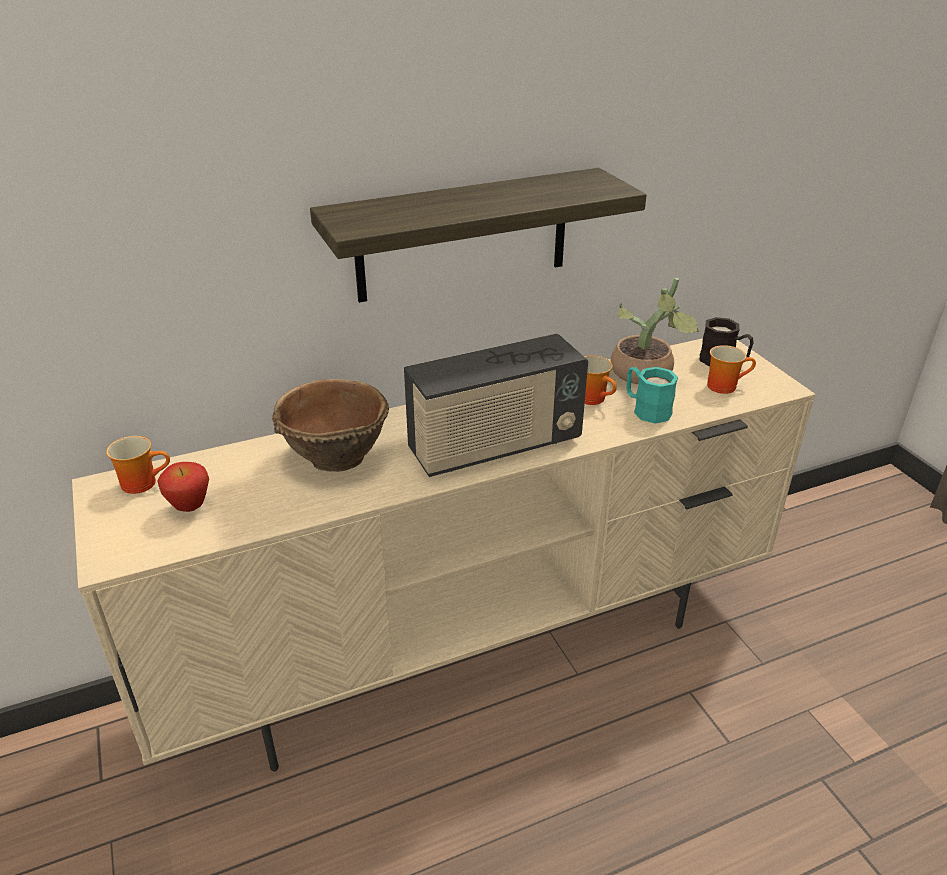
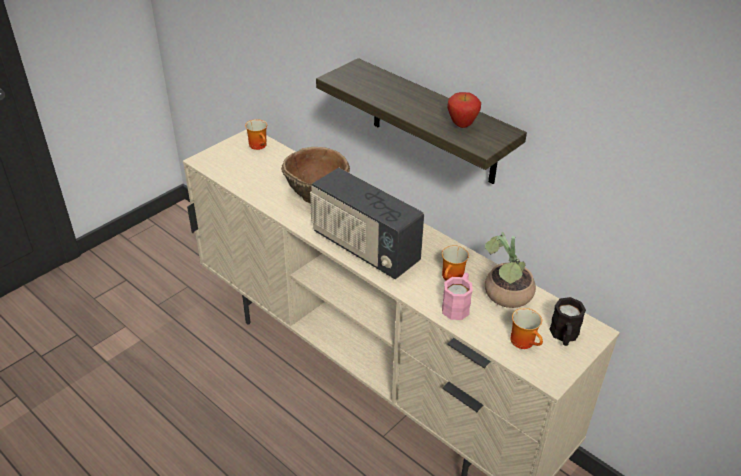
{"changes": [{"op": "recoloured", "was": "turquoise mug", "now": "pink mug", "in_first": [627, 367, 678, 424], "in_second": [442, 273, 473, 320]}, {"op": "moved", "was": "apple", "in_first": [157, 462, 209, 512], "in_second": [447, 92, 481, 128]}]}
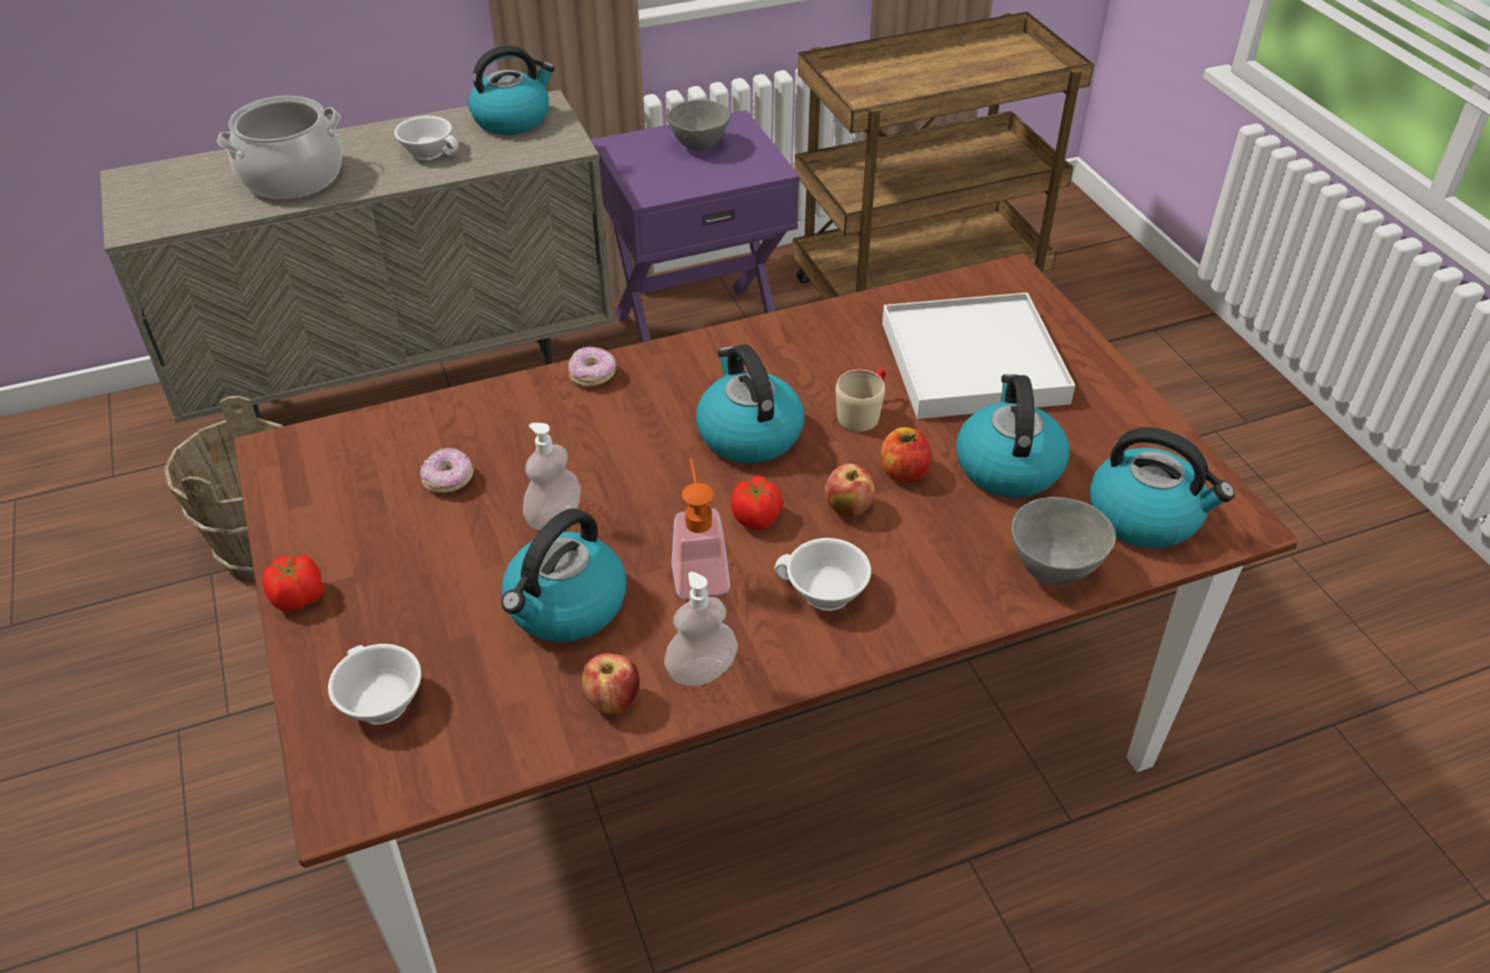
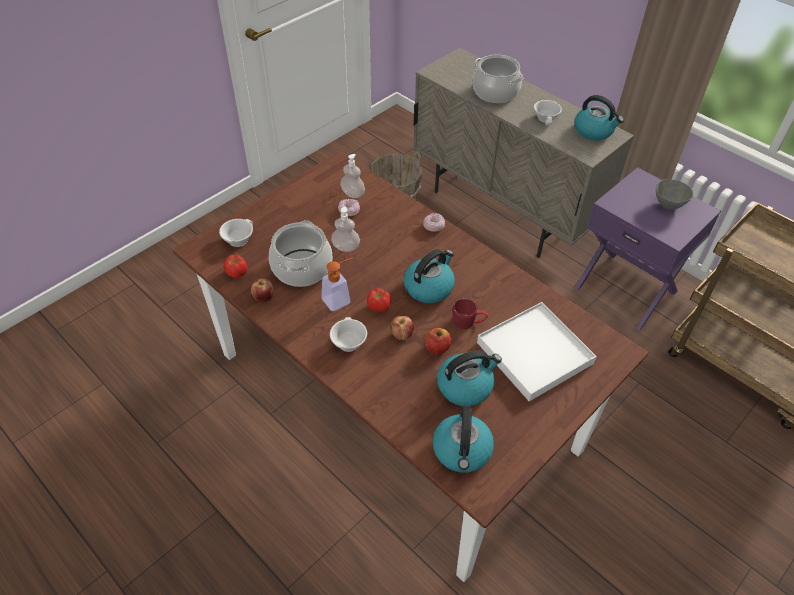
{"changes": [{"op": "moved", "was": "tomato", "in_first": [262, 554, 324, 611], "in_second": [223, 255, 248, 278]}, {"op": "replaced", "was": "kettle", "now": "cooking pot", "in_first": [501, 508, 626, 642], "in_second": [269, 220, 333, 287]}, {"op": "moved", "was": "soap dispenser", "in_first": [664, 572, 738, 686], "in_second": [340, 154, 365, 198]}, {"op": "recoloured", "was": "beige mug", "now": "red mug", "in_first": [836, 369, 886, 432], "in_second": [453, 298, 488, 329]}, {"op": "removed", "was": "grey bowl", "in_first": [1012, 497, 1116, 585]}]}
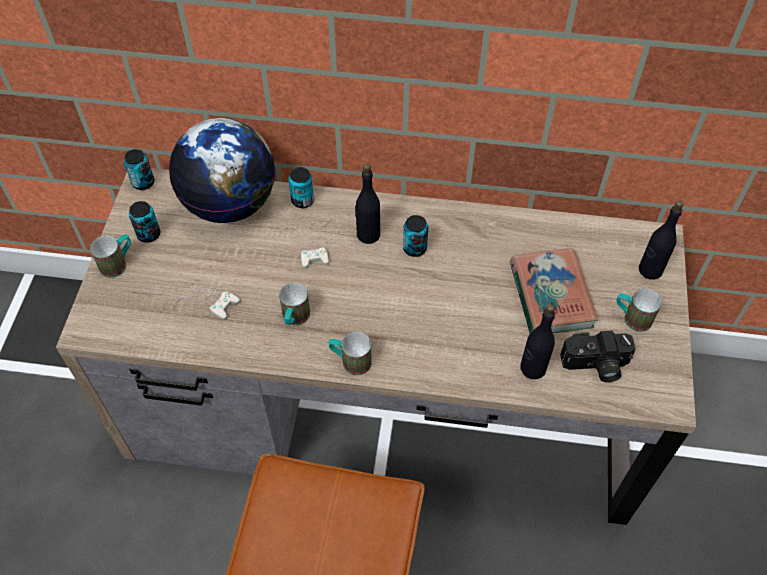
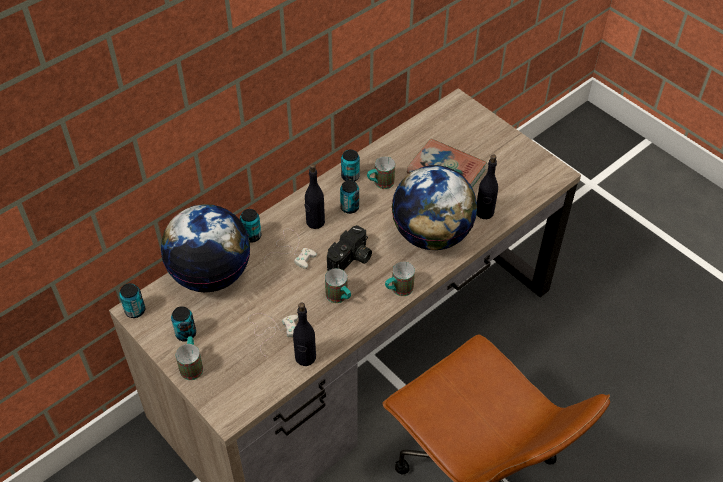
{"changes": [{"op": "moved", "was": "black bottle", "in_first": [639, 201, 684, 280], "in_second": [293, 303, 316, 366]}, {"op": "moved", "was": "photo camera", "in_first": [560, 331, 636, 382], "in_second": [327, 225, 372, 271]}, {"op": "added", "now": "can", "in_second": [341, 150, 360, 182]}, {"op": "moved", "was": "mug", "in_first": [616, 289, 662, 332], "in_second": [367, 157, 395, 189]}, {"op": "added", "now": "globe", "in_second": [391, 165, 477, 250]}]}
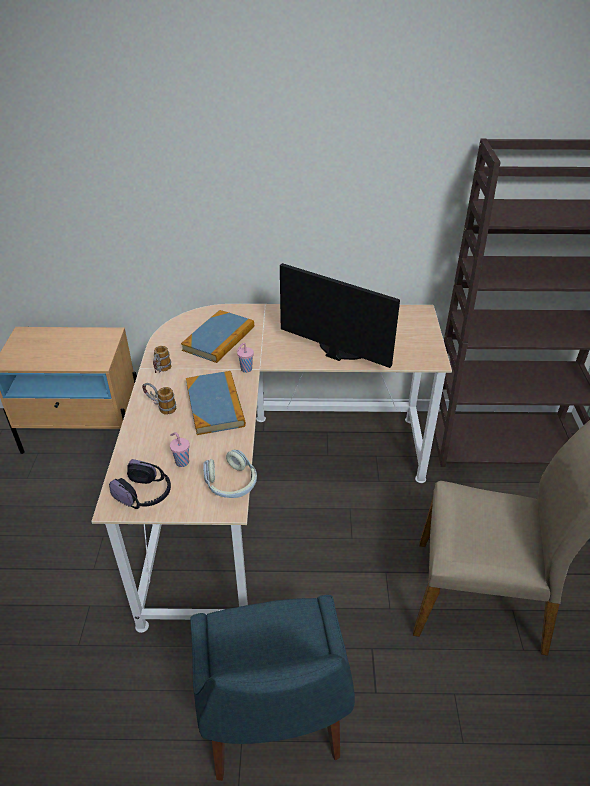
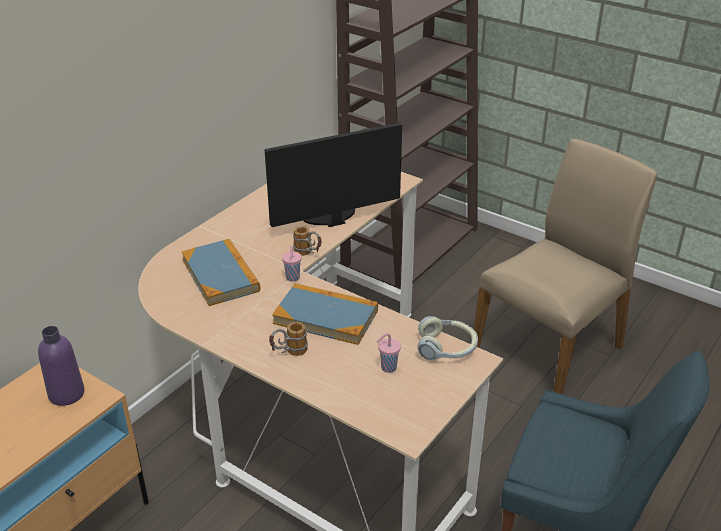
{"changes": [{"op": "added", "now": "purple bottle", "in_second": [38, 326, 85, 406]}, {"op": "moved", "was": "mug", "in_first": [153, 346, 171, 373], "in_second": [293, 226, 322, 256]}, {"op": "removed", "was": "headphones", "in_first": [109, 459, 171, 509]}]}
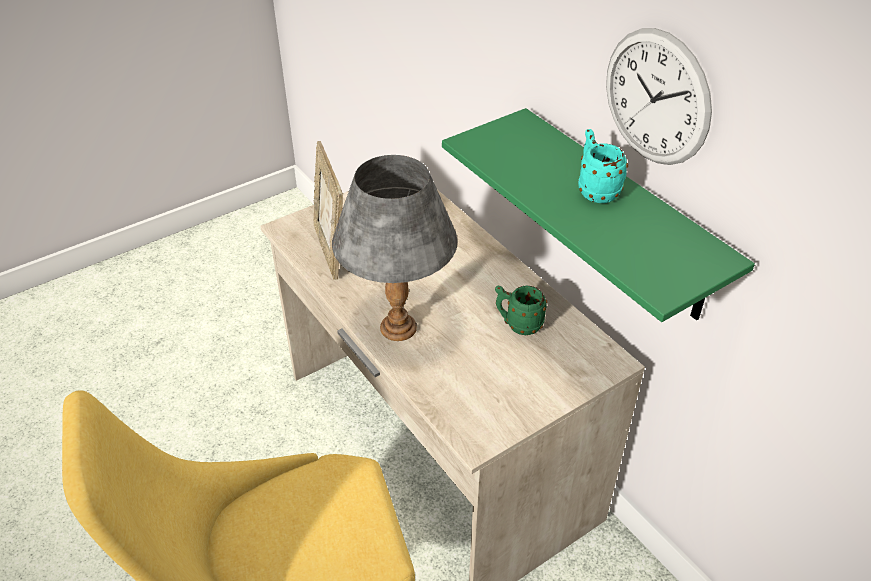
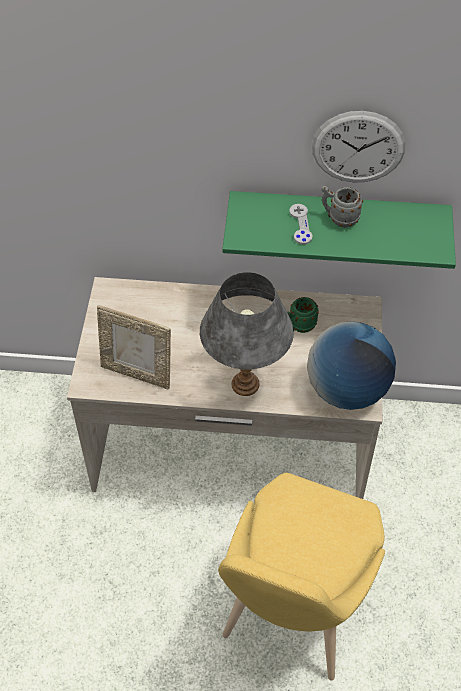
{"changes": [{"op": "added", "now": "grey game controller", "in_second": [289, 204, 313, 245]}, {"op": "added", "now": "globe", "in_second": [307, 321, 396, 410]}, {"op": "recoloured", "was": "turquoise mug", "now": "grey mug", "in_first": [578, 129, 628, 203], "in_second": [322, 186, 363, 228]}]}
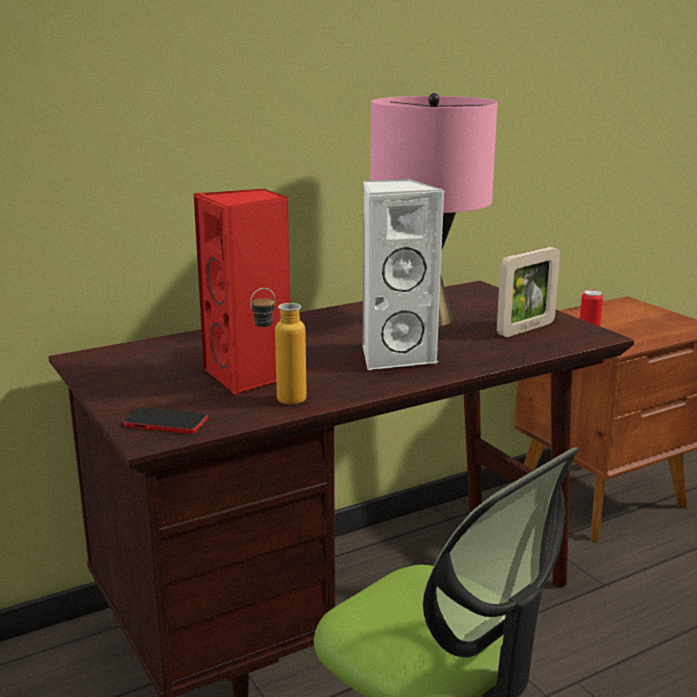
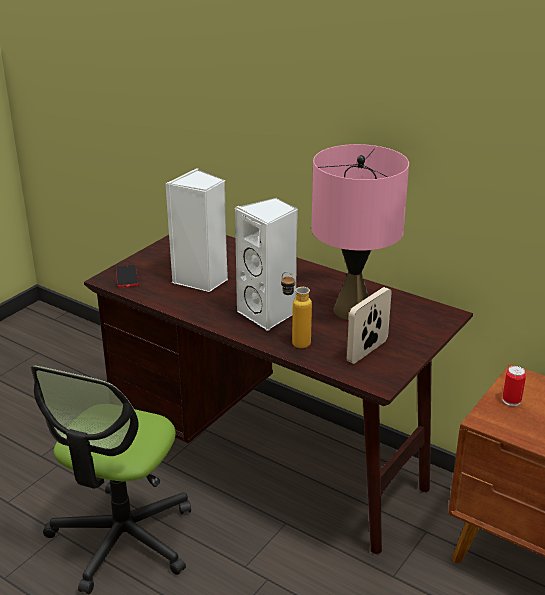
{"changes": [{"op": "recoloured", "was": "red speaker", "now": "white speaker", "in_first": [194, 189, 291, 395], "in_second": [165, 168, 228, 292]}, {"op": "moved", "was": "bottle", "in_first": [250, 288, 307, 405], "in_second": [281, 272, 312, 348]}, {"op": "turned", "was": "picture frame", "in_first": [497, 247, 560, 337], "in_second": [347, 287, 392, 364], "clockwise": 105}]}
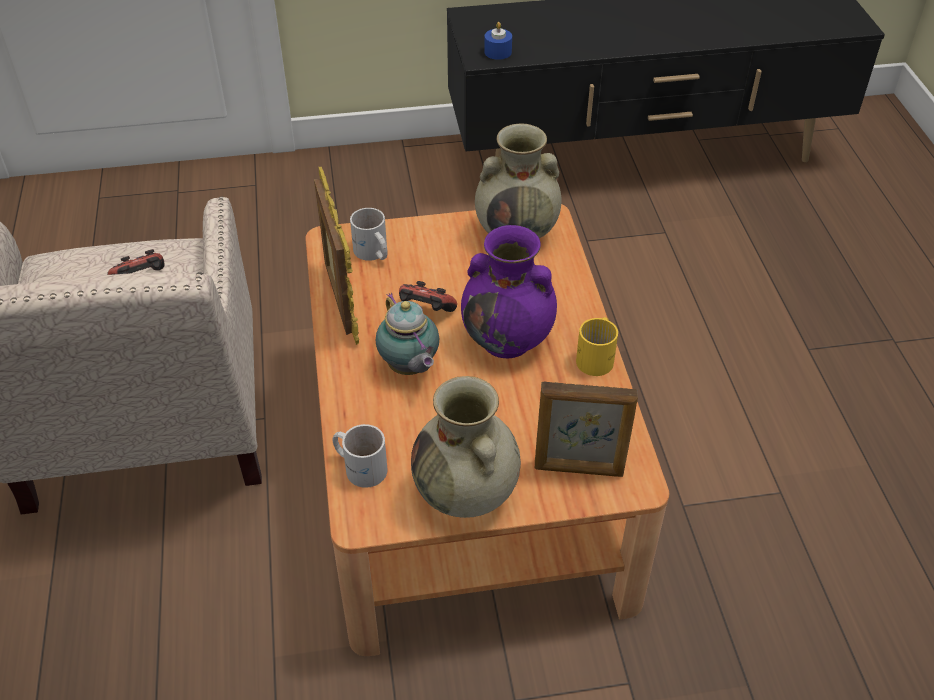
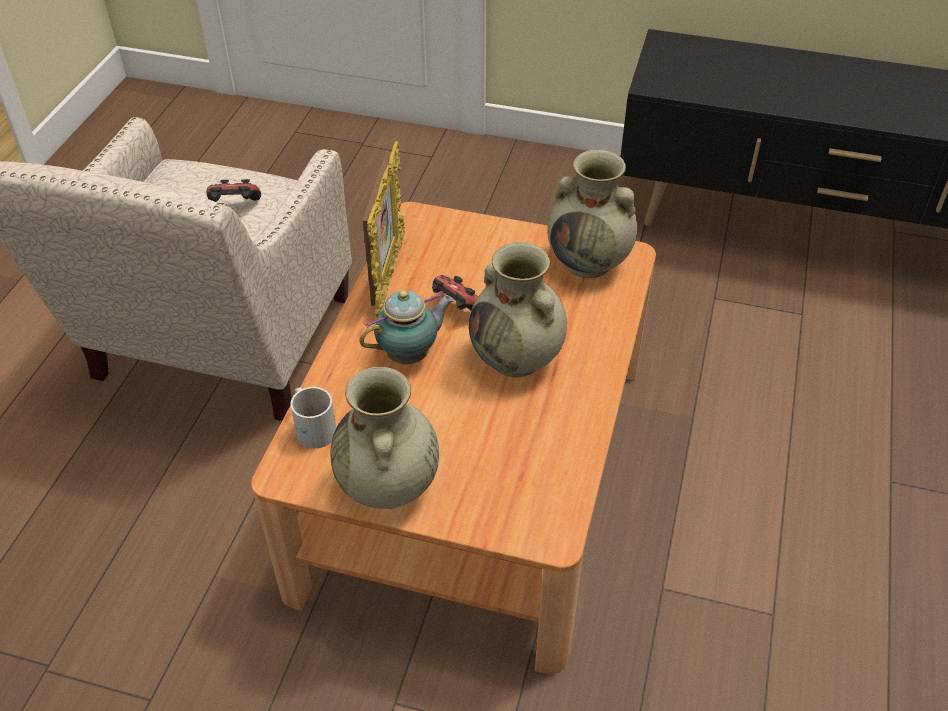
{"changes": [{"op": "turned", "was": "teapot", "in_first": [376, 293, 439, 375], "in_second": [359, 290, 454, 364], "clockwise": -120}, {"op": "recoloured", "was": "purple vase", "now": "beige vase", "in_first": [461, 225, 557, 358], "in_second": [469, 242, 567, 377]}, {"op": "removed", "was": "white mug", "in_first": [350, 208, 387, 261]}, {"op": "removed", "was": "blue candle", "in_first": [484, 22, 512, 60]}, {"op": "removed", "was": "picture frame", "in_first": [535, 381, 638, 477]}, {"op": "removed", "was": "yellow mug", "in_first": [576, 317, 618, 376]}]}
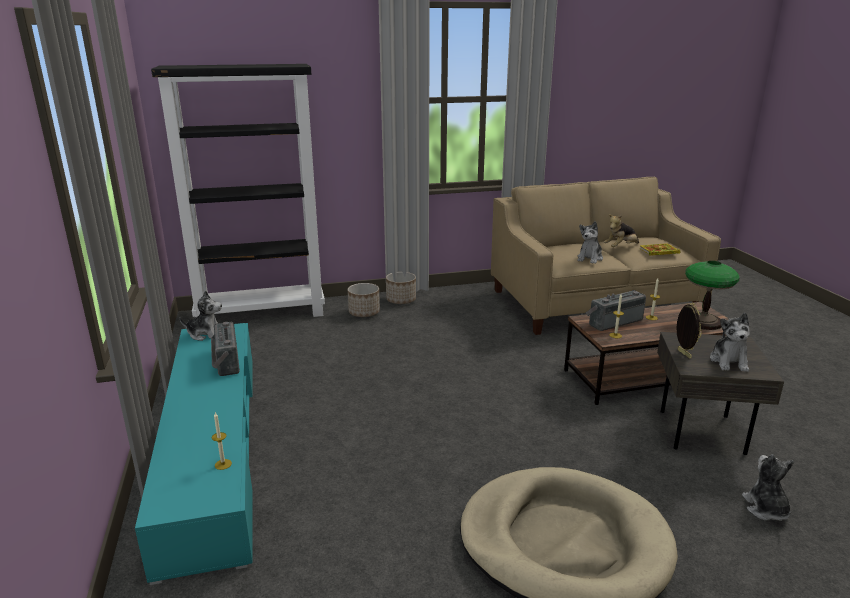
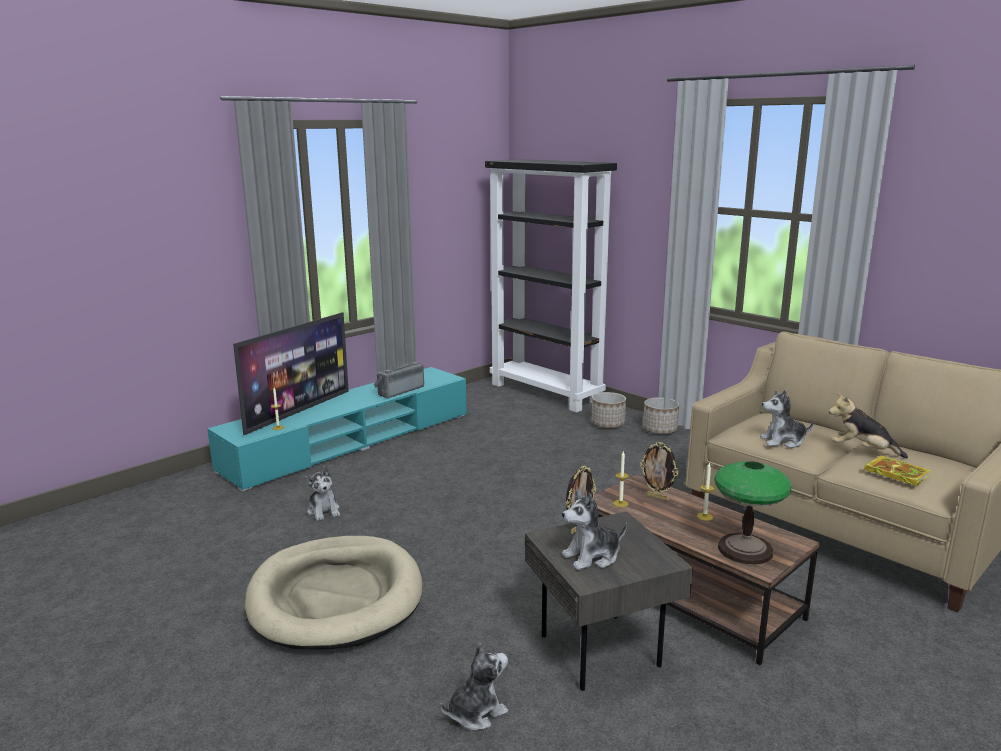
{"changes": [{"op": "added", "now": "television", "in_second": [233, 312, 349, 435]}, {"op": "moved", "was": "plush toy", "in_first": [180, 290, 222, 341], "in_second": [305, 466, 340, 521]}, {"op": "replaced", "was": "radio", "now": "picture frame", "in_first": [586, 290, 646, 331], "in_second": [640, 442, 679, 501]}]}
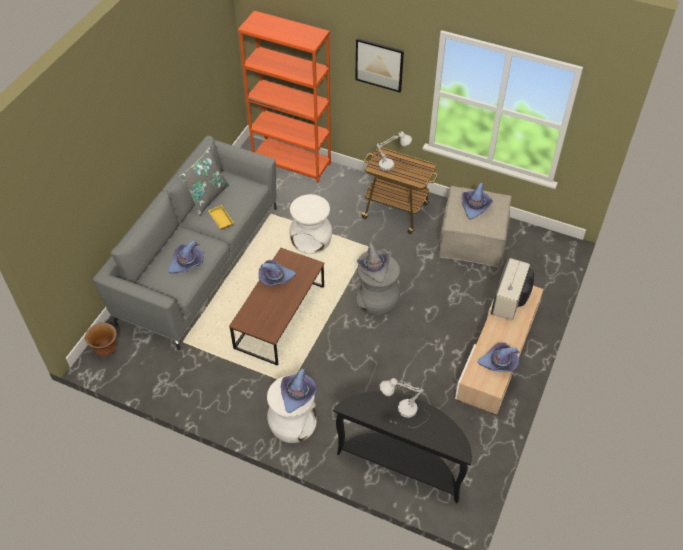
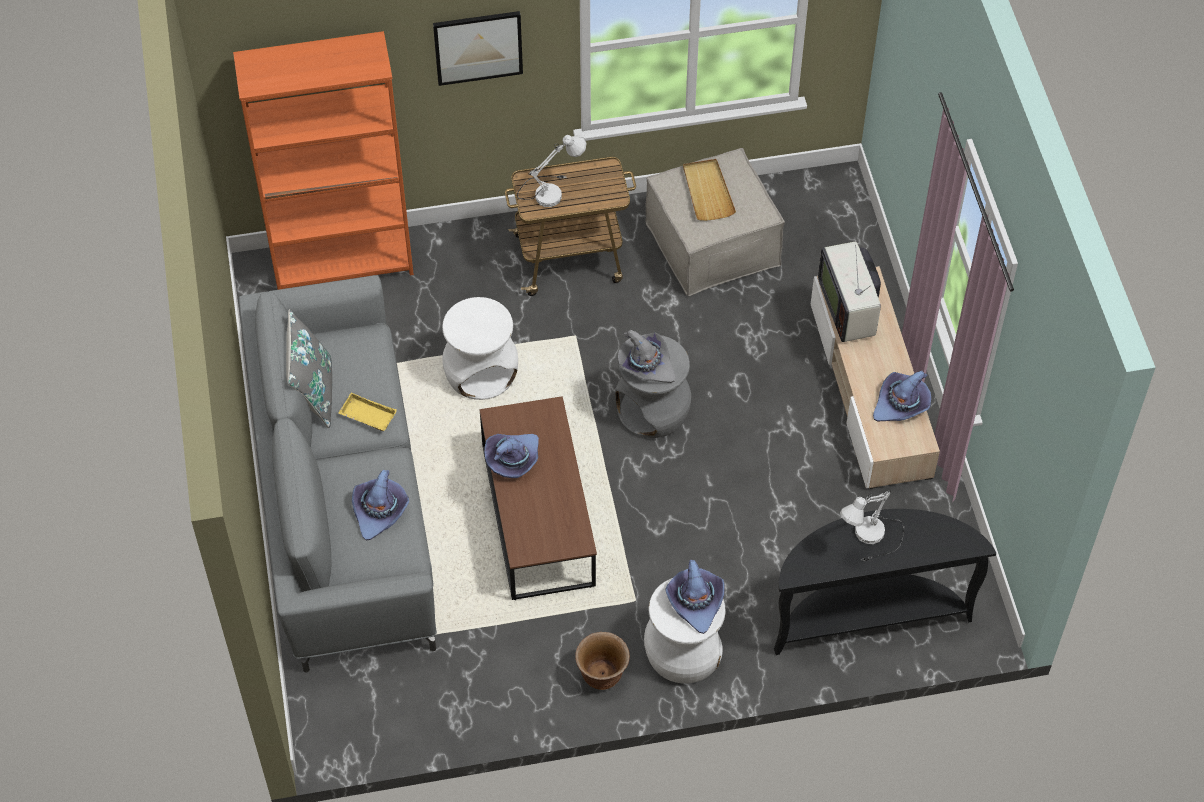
{"changes": [{"op": "moved", "was": "brown planter", "in_first": [85, 323, 117, 357], "in_second": [575, 632, 630, 690]}, {"op": "replaced", "was": "purple hat", "now": "beige tray", "in_first": [462, 183, 493, 219], "in_second": [683, 159, 736, 221]}]}
